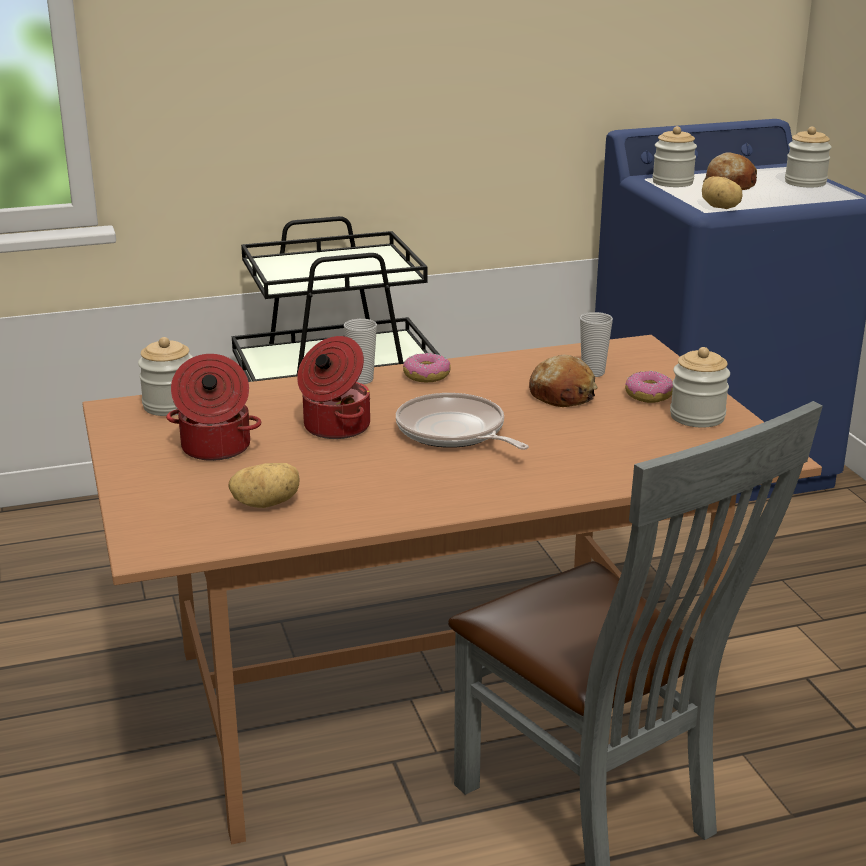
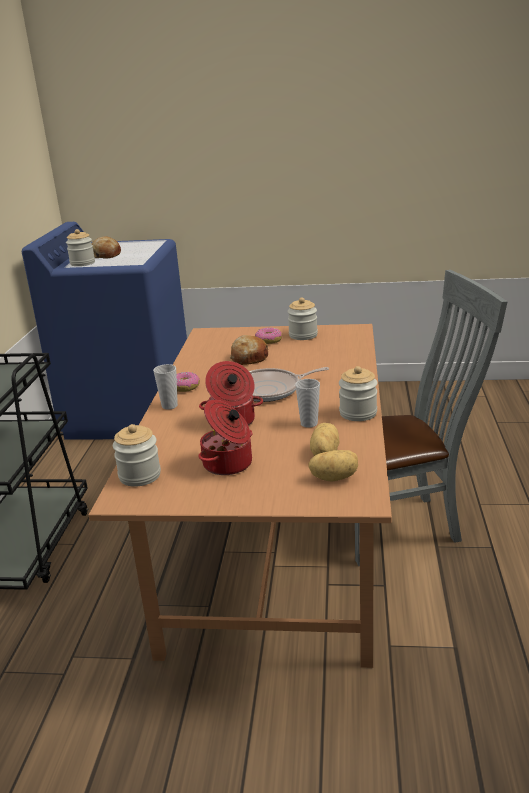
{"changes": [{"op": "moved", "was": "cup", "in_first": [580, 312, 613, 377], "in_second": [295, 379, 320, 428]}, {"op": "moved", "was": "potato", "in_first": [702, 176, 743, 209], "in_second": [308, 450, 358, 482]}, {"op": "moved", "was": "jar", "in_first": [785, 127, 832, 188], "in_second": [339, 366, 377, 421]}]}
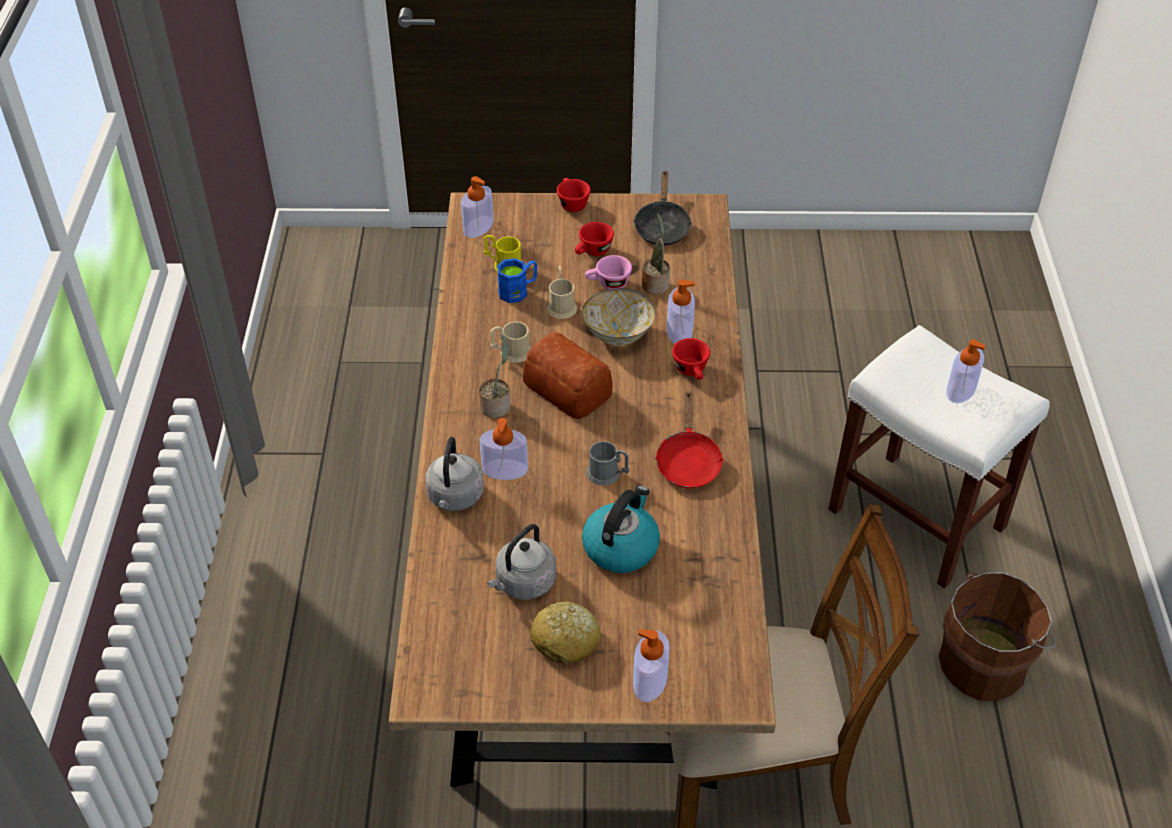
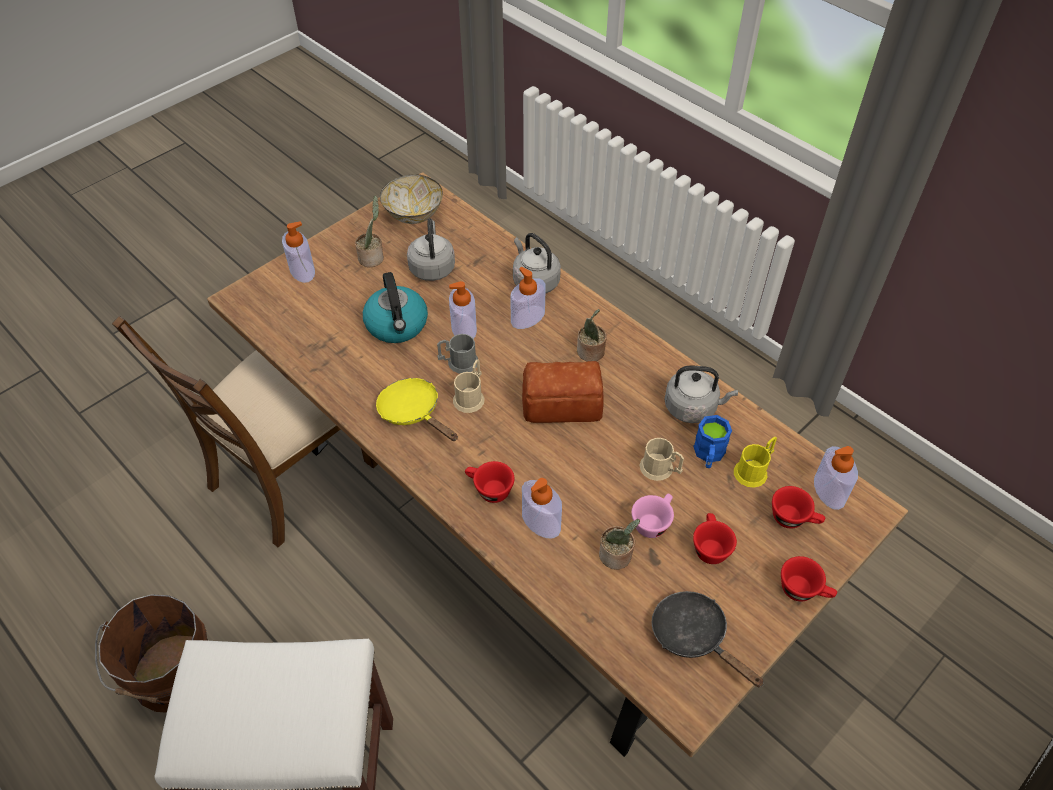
{"changes": [{"op": "replaced", "was": "bread", "now": "potted plant", "in_first": [530, 601, 601, 664], "in_second": [355, 196, 384, 267]}, {"op": "recoloured", "was": "red frying pan", "now": "yellow frying pan", "in_first": [655, 391, 724, 489], "in_second": [376, 378, 458, 441]}, {"op": "moved", "was": "bowl", "in_first": [583, 288, 655, 345], "in_second": [380, 174, 443, 224]}, {"op": "moved", "was": "soap dispenser", "in_first": [946, 339, 986, 403], "in_second": [449, 281, 477, 339]}, {"op": "moved", "was": "beige mug", "in_first": [490, 322, 531, 363], "in_second": [453, 359, 485, 413]}, {"op": "added", "now": "grey kettle", "in_second": [664, 366, 738, 423]}, {"op": "added", "now": "red cup", "in_second": [772, 486, 825, 528]}]}
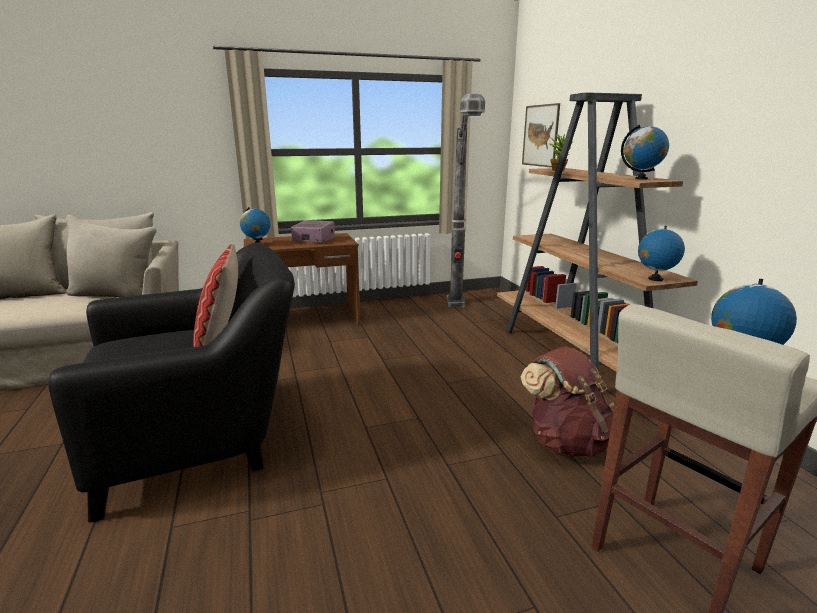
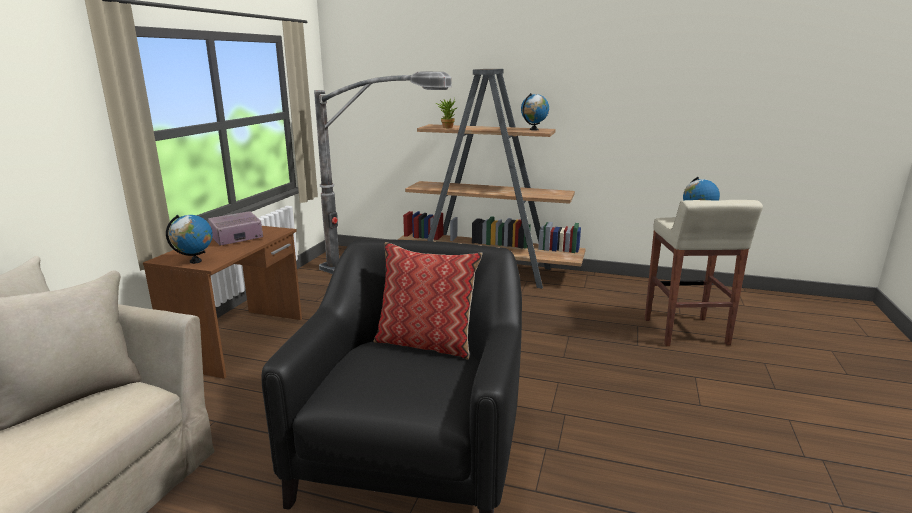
{"changes": [{"op": "removed", "was": "brown backpack", "in_first": [521, 346, 614, 457]}, {"op": "removed", "was": "picture", "in_first": [522, 103, 560, 168]}, {"op": "removed", "was": "globe", "in_first": [638, 226, 685, 281]}]}
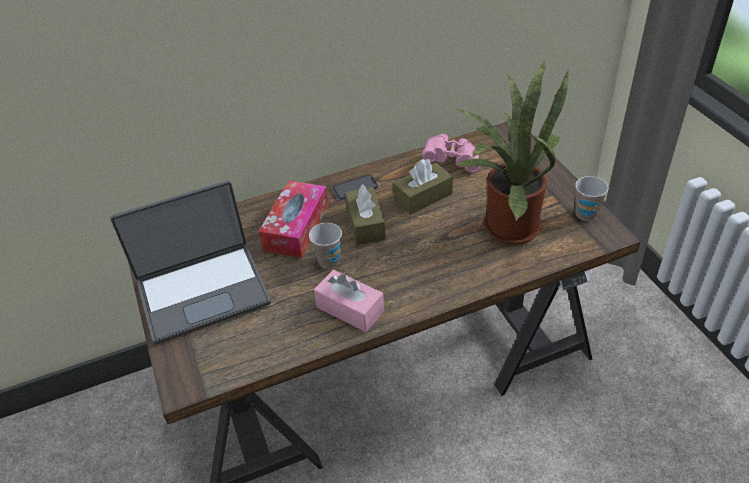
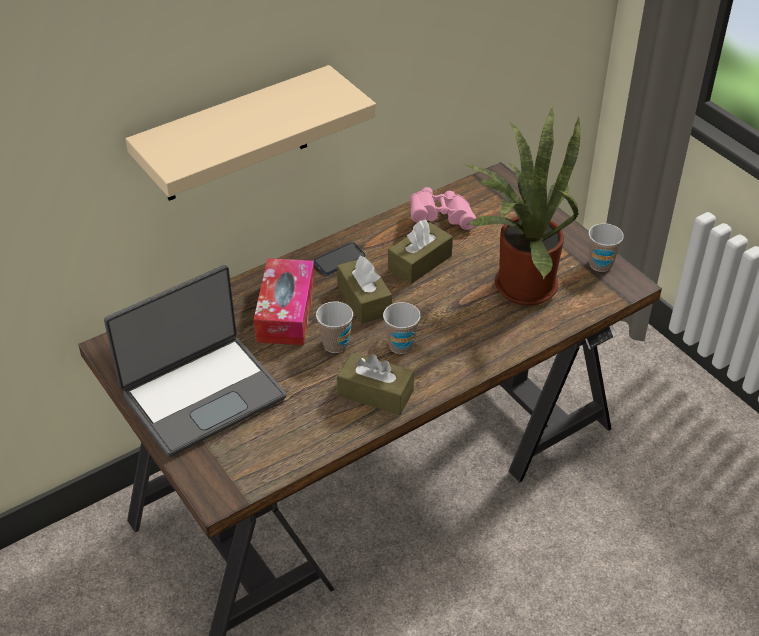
{"changes": [{"op": "added", "now": "beige shelf", "in_second": [125, 65, 376, 201]}, {"op": "recoloured", "was": "pink tissue box", "now": "brown tissue box", "in_first": [314, 270, 385, 332], "in_second": [337, 352, 414, 415]}, {"op": "added", "now": "cup", "in_second": [383, 302, 421, 354]}]}
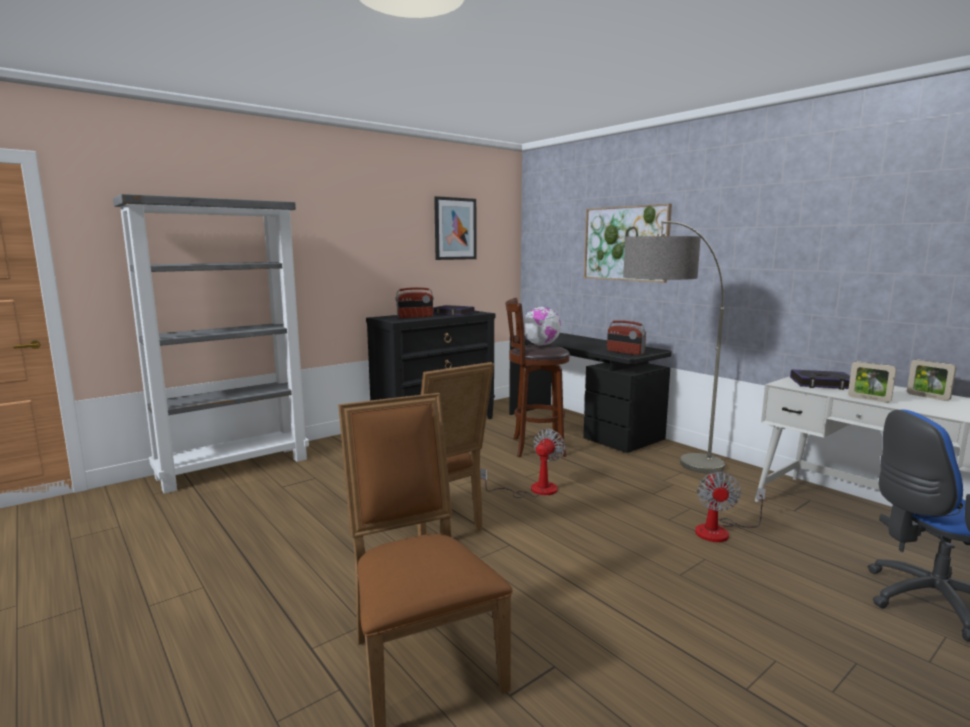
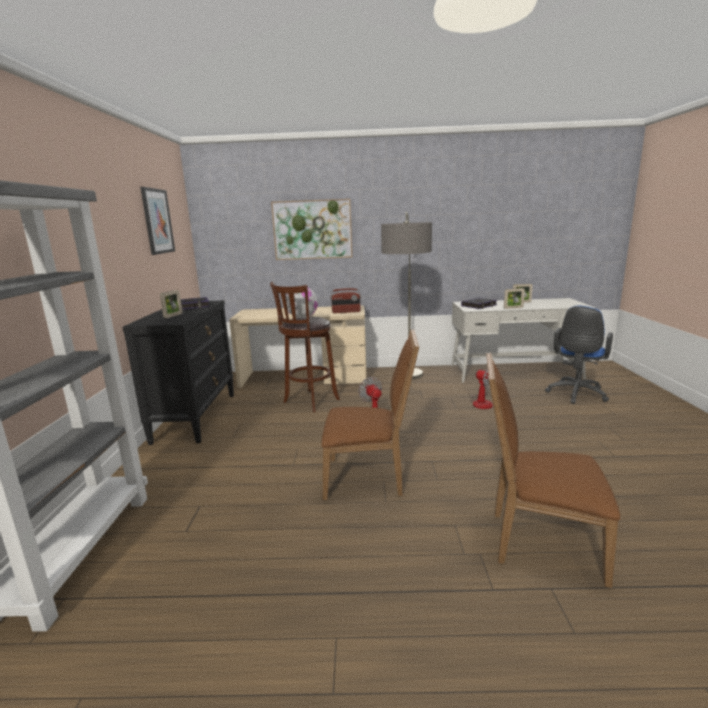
{"changes": [{"op": "replaced", "was": "radio", "now": "picture frame", "in_first": [395, 287, 434, 318], "in_second": [160, 290, 182, 318]}, {"op": "recoloured", "was": "black desk", "now": "beige desk", "in_first": [509, 333, 672, 453], "in_second": [229, 306, 367, 388]}]}
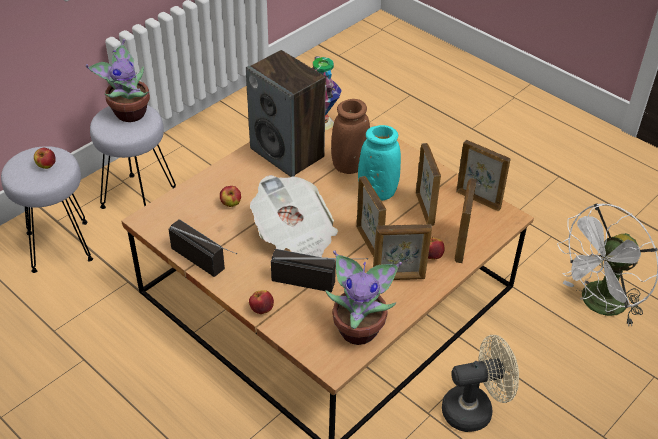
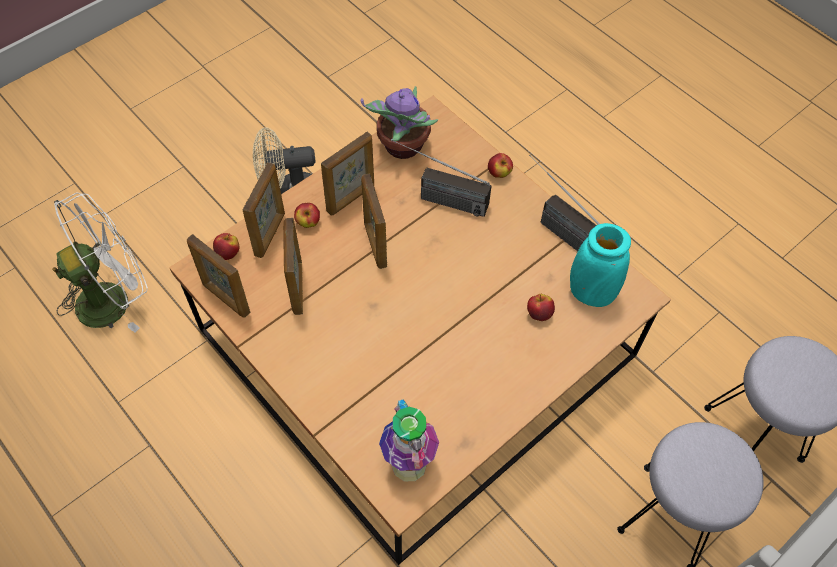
{"changes": [{"op": "moved", "was": "apple", "in_first": [34, 148, 55, 169], "in_second": [213, 233, 239, 260]}, {"op": "turned", "was": "picture frame", "in_first": [373, 224, 432, 280], "in_second": [321, 132, 374, 216], "clockwise": 135}, {"op": "moved", "was": "turquoise vase", "in_first": [358, 125, 401, 200], "in_second": [570, 223, 631, 307]}, {"op": "removed", "was": "potted plant", "in_first": [86, 39, 150, 122]}, {"op": "removed", "was": "speaker", "in_first": [246, 50, 326, 177]}, {"op": "removed", "was": "newspaper", "in_first": [250, 175, 338, 257]}, {"op": "removed", "was": "brown vase", "in_first": [331, 99, 370, 174]}]}
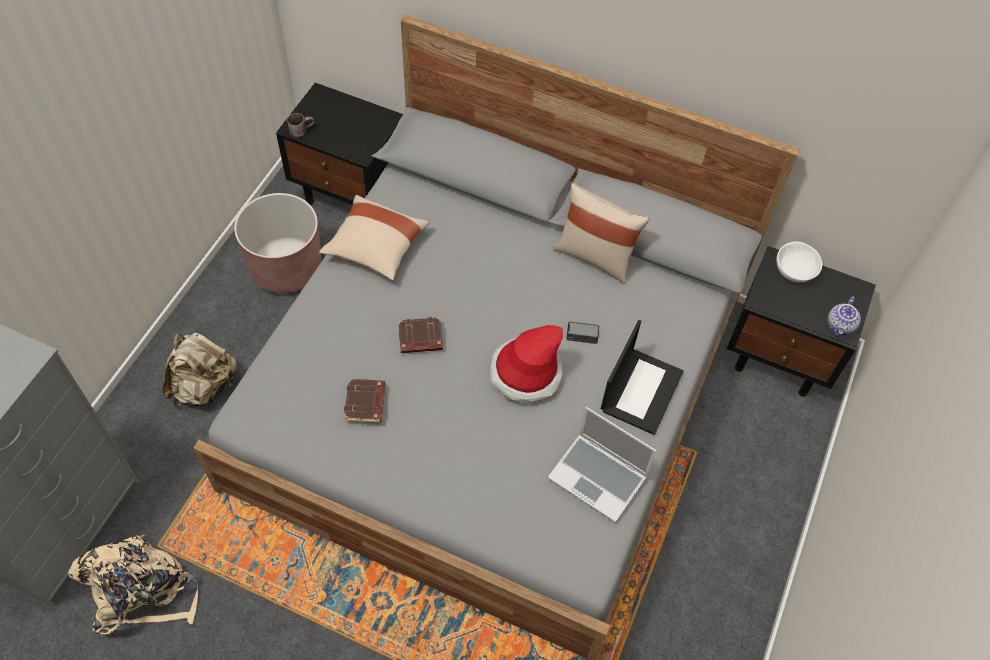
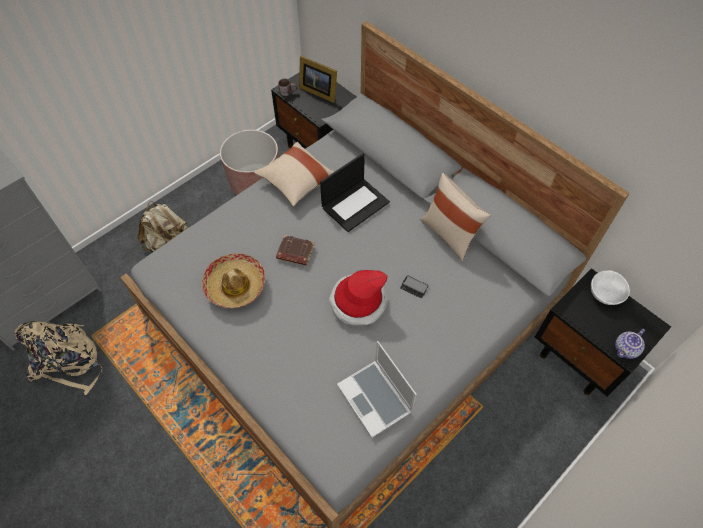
{"changes": [{"op": "replaced", "was": "brown book", "now": "hat", "in_first": [344, 379, 386, 423], "in_second": [202, 253, 265, 308]}, {"op": "added", "now": "picture frame", "in_second": [299, 56, 337, 103]}, {"op": "moved", "was": "laptop", "in_first": [601, 320, 684, 435], "in_second": [320, 153, 390, 232]}]}
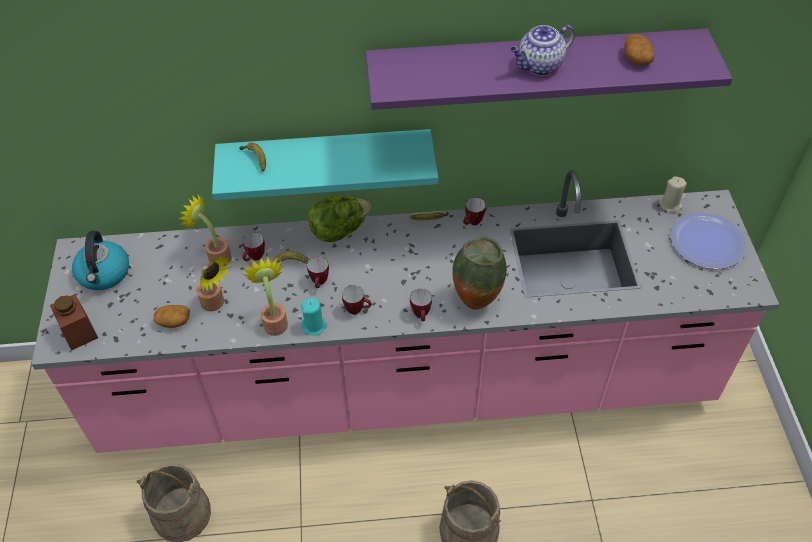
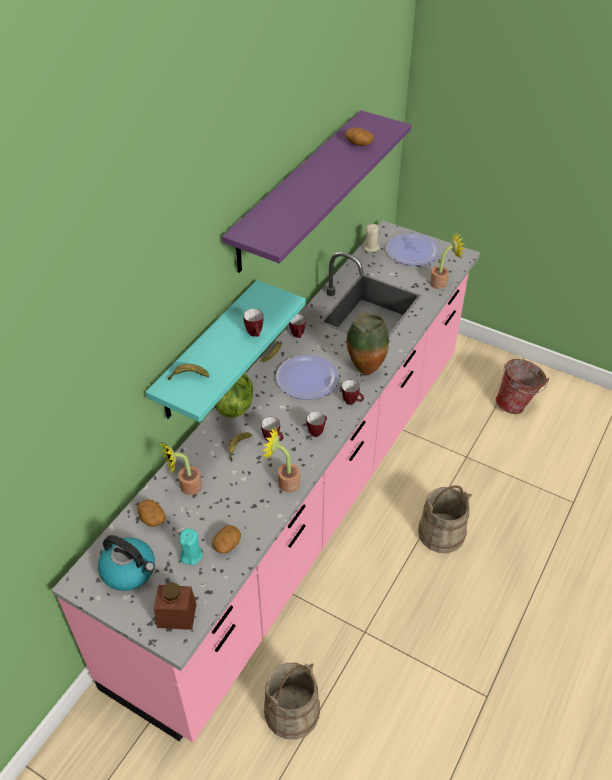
{"changes": [{"op": "added", "now": "potato", "in_second": [137, 500, 166, 527]}, {"op": "moved", "was": "turquoise candle", "in_first": [301, 298, 327, 335], "in_second": [180, 529, 203, 565]}, {"op": "moved", "was": "mug", "in_first": [242, 232, 265, 261], "in_second": [243, 309, 263, 337]}, {"op": "added", "now": "plate", "in_second": [276, 354, 339, 400]}, {"op": "moved", "was": "potted plant", "in_first": [196, 256, 231, 311], "in_second": [430, 232, 465, 289]}, {"op": "added", "now": "bucket", "in_second": [496, 359, 549, 414]}, {"op": "removed", "was": "teapot", "in_first": [511, 25, 575, 76]}]}
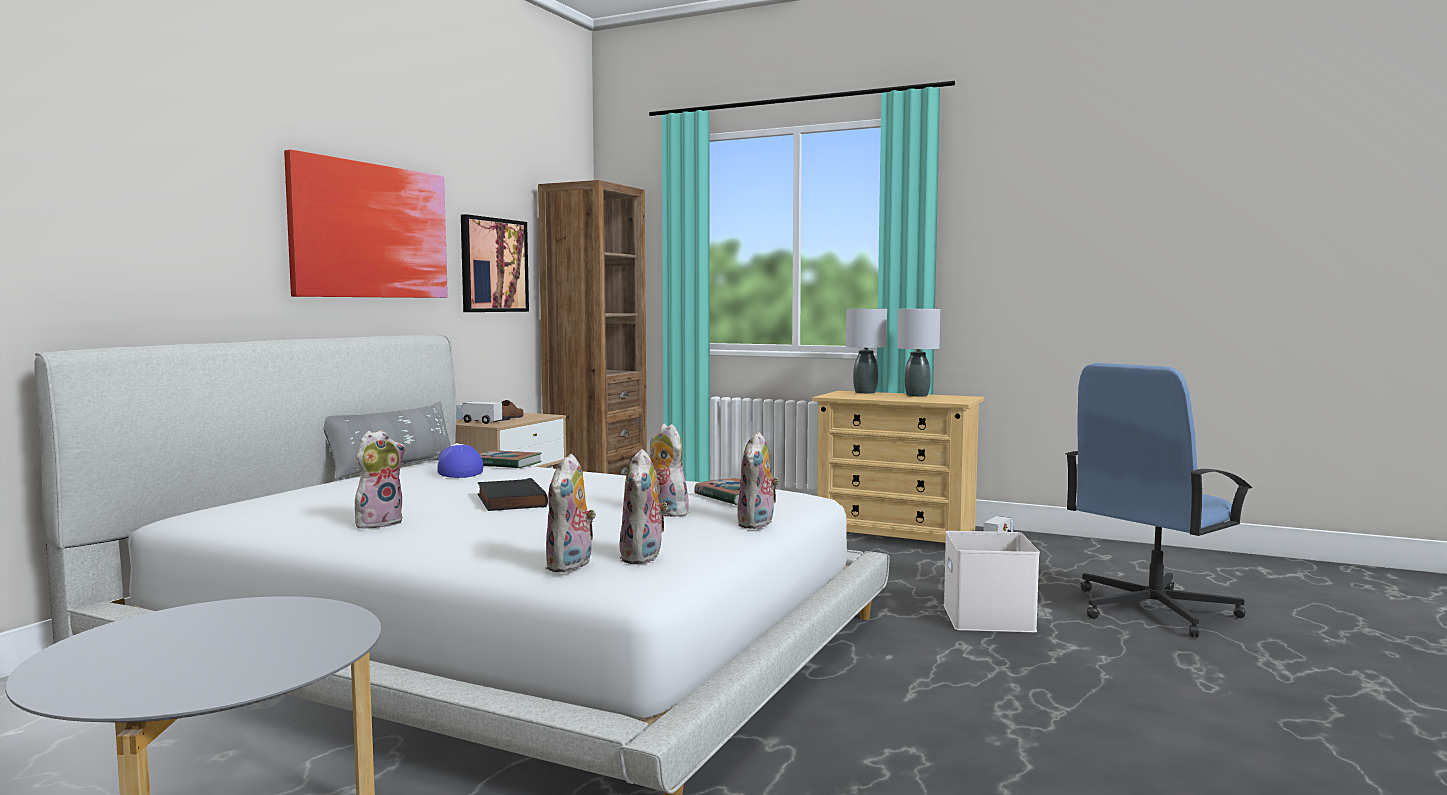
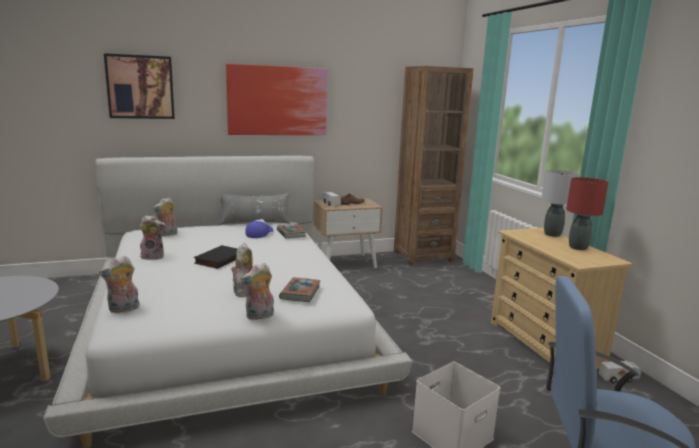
{"changes": [{"op": "moved", "was": "picture", "in_first": [461, 214, 529, 312], "in_second": [104, 53, 175, 119]}, {"op": "moved", "was": "plush toy", "in_first": [620, 449, 668, 564], "in_second": [153, 197, 177, 236]}, {"op": "recoloured", "was": "grey table lamp", "now": "red table lamp", "in_first": [897, 309, 940, 397], "in_second": [566, 177, 608, 250]}]}
